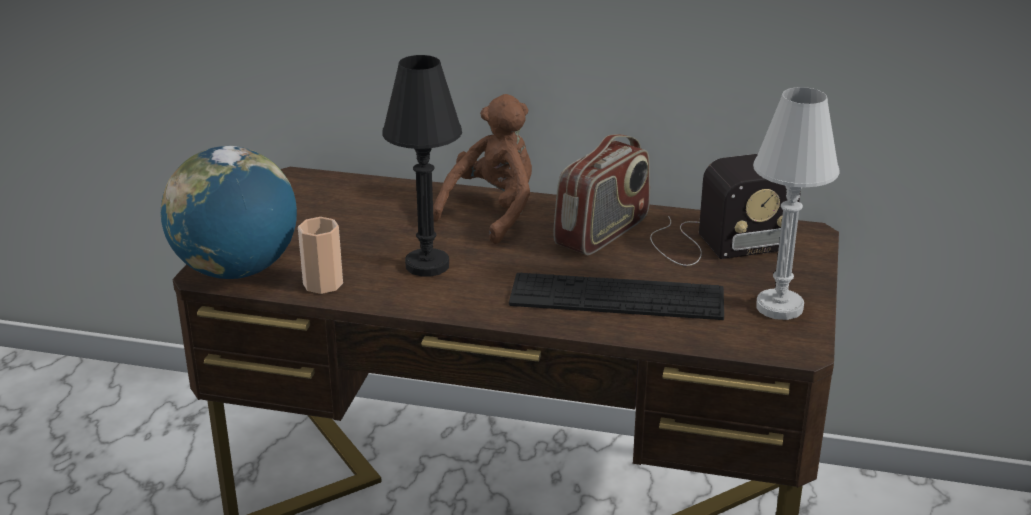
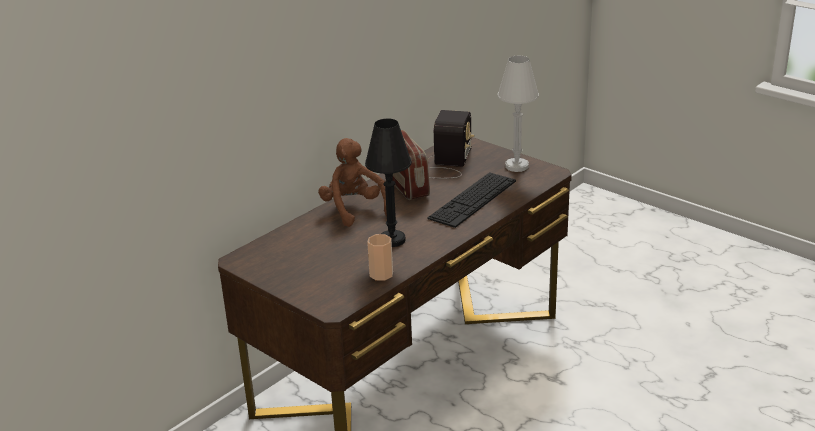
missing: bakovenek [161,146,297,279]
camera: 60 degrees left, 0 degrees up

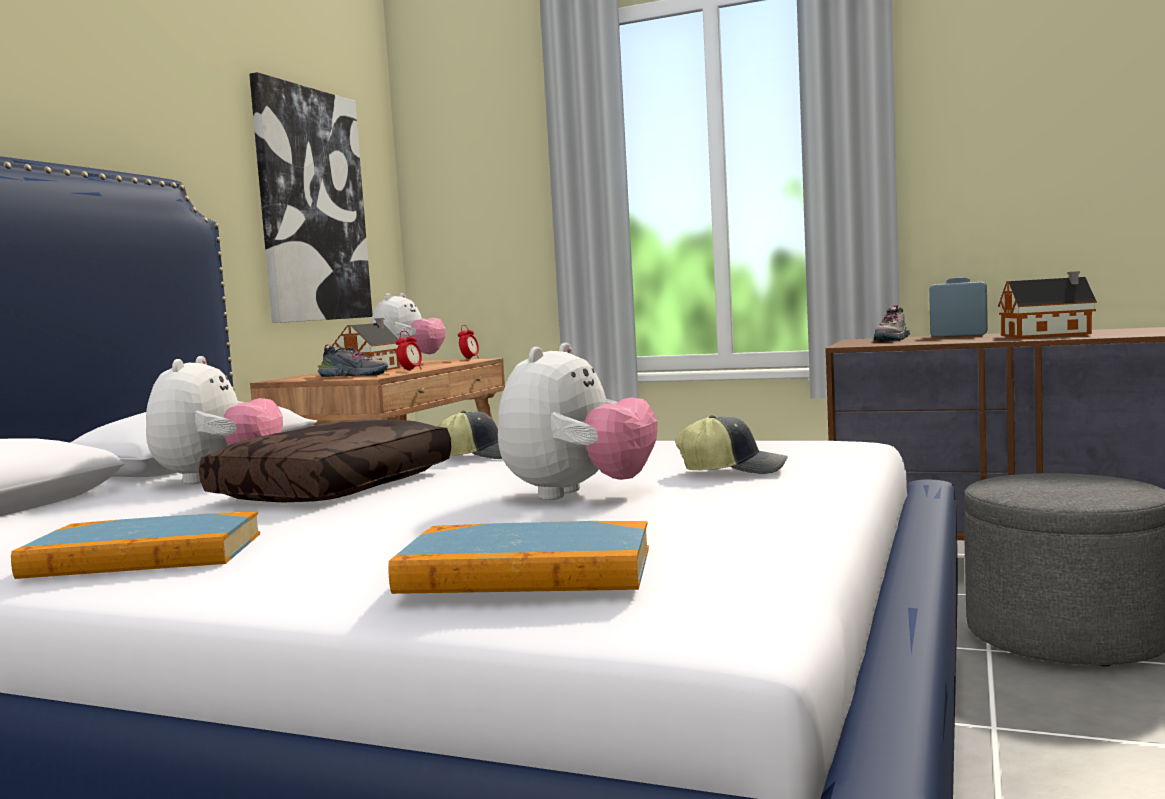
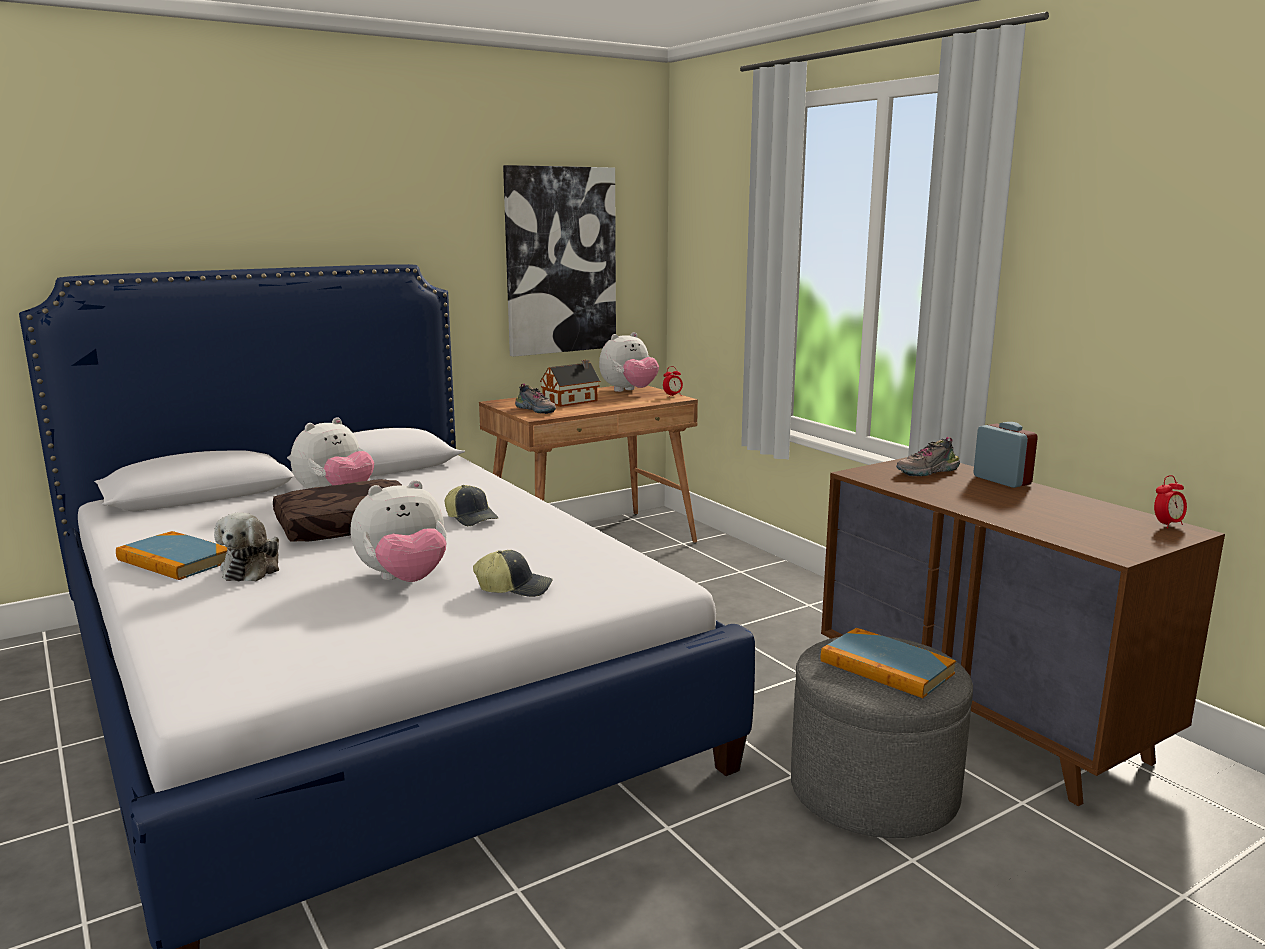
missing: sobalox [998,271,1097,338]
appeared: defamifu [214,512,279,581]
relocated: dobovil [388,521,649,594] to [821,628,956,698]; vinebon [396,331,422,371] to [1154,475,1187,528]
spun: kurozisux [675,415,788,474] = [473,550,553,597] 45 degrees counterclockwise
camera: 35 degrees right, 10 degrees up

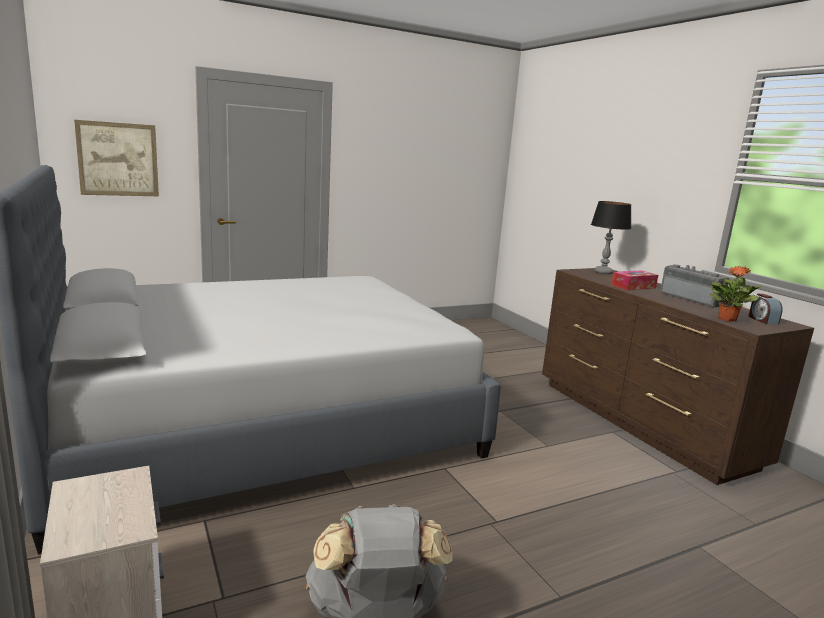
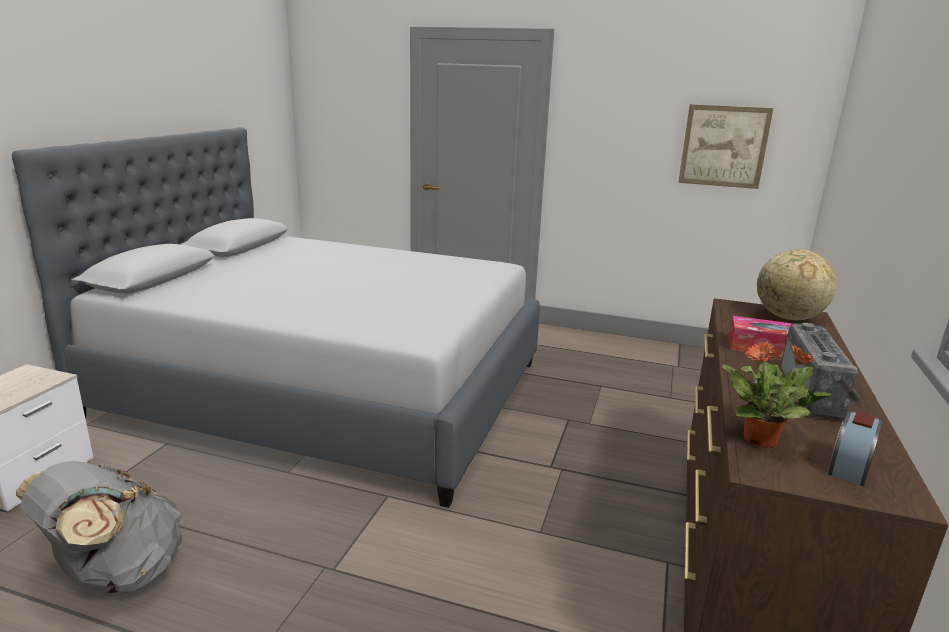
relocated: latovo [74,120,159,196] to [678,104,773,189]
exchanged: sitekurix [591,201,631,274] to bakovenek [757,249,837,320]
camera: 45 degrees right, 5 degrees up

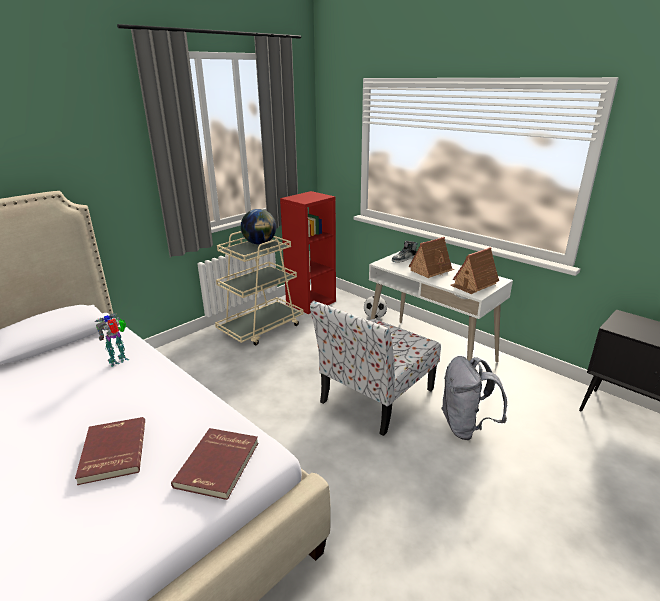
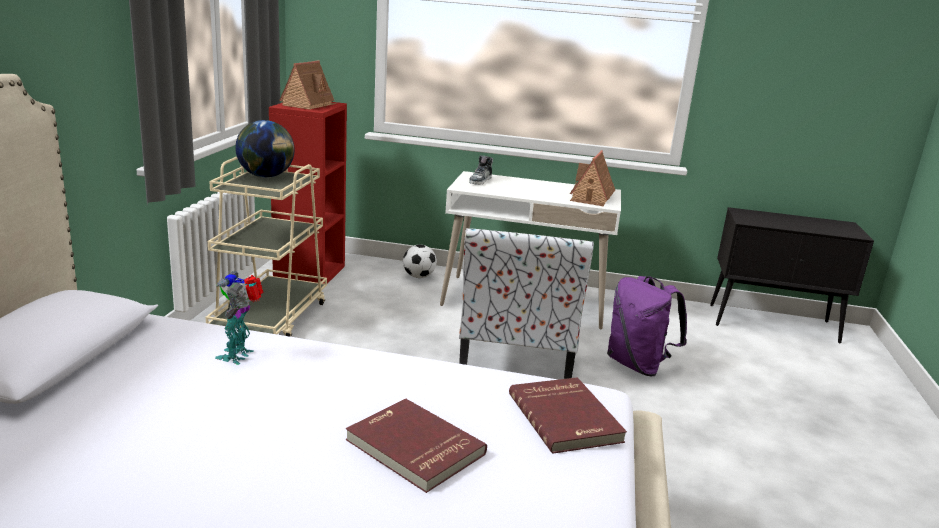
relocated: sobalox [409,237,454,278] to [279,61,336,110]
colour: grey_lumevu [441,356,507,440] to purple_lumevu [607,276,687,376]
camera: 35 degrees left, 5 degrees down

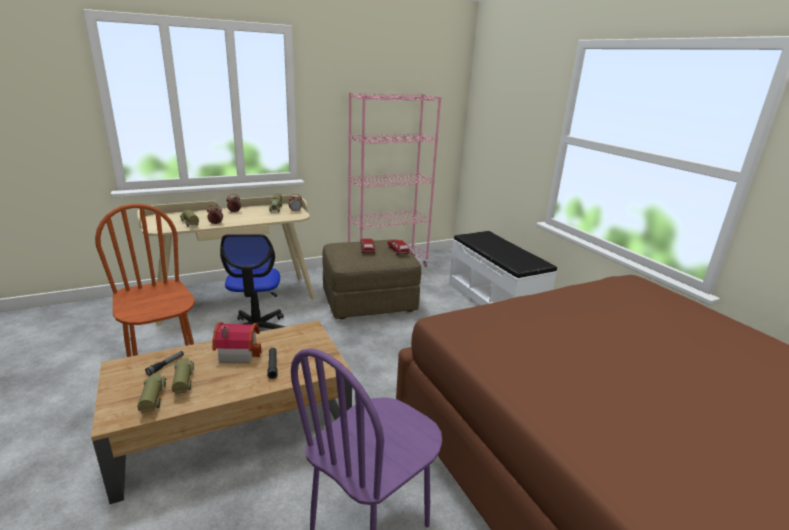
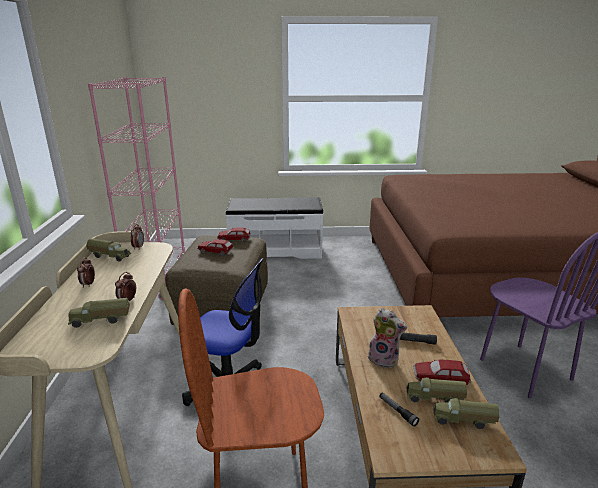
appeared: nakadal [414,359,471,385]
exchanged: sobalox [212,322,262,363] to defamifu [368,308,407,368]
camera: 65 degrees left, 0 degrees up

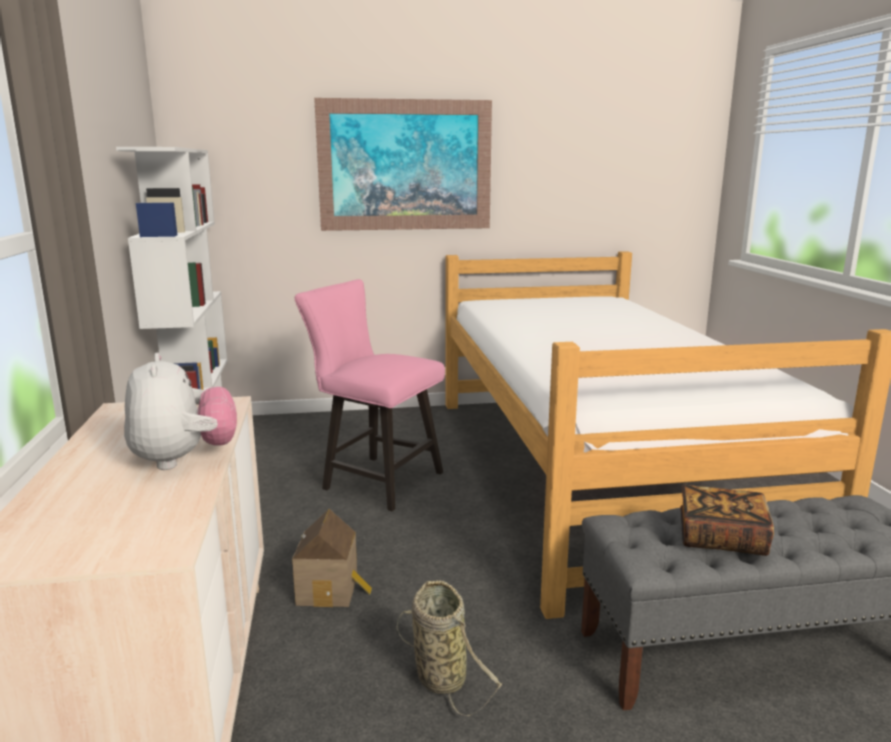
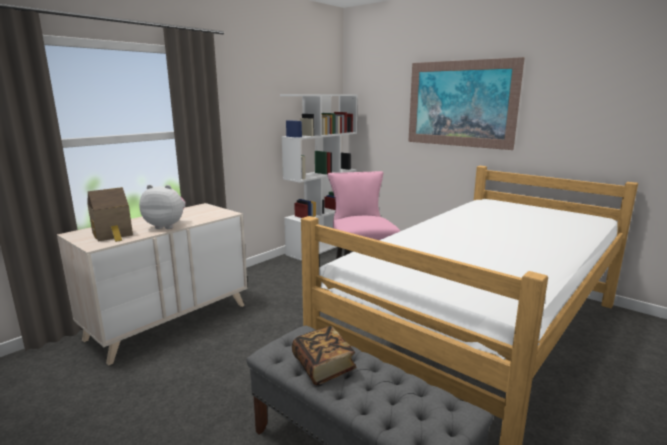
missing: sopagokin [397,580,503,717]
relocated: sobalox [292,509,372,607] to [87,187,133,242]
spun: defamifu [124,353,237,470] = [139,185,185,229] 120 degrees counterclockwise
camera: 50 degrees right, 0 degrees up

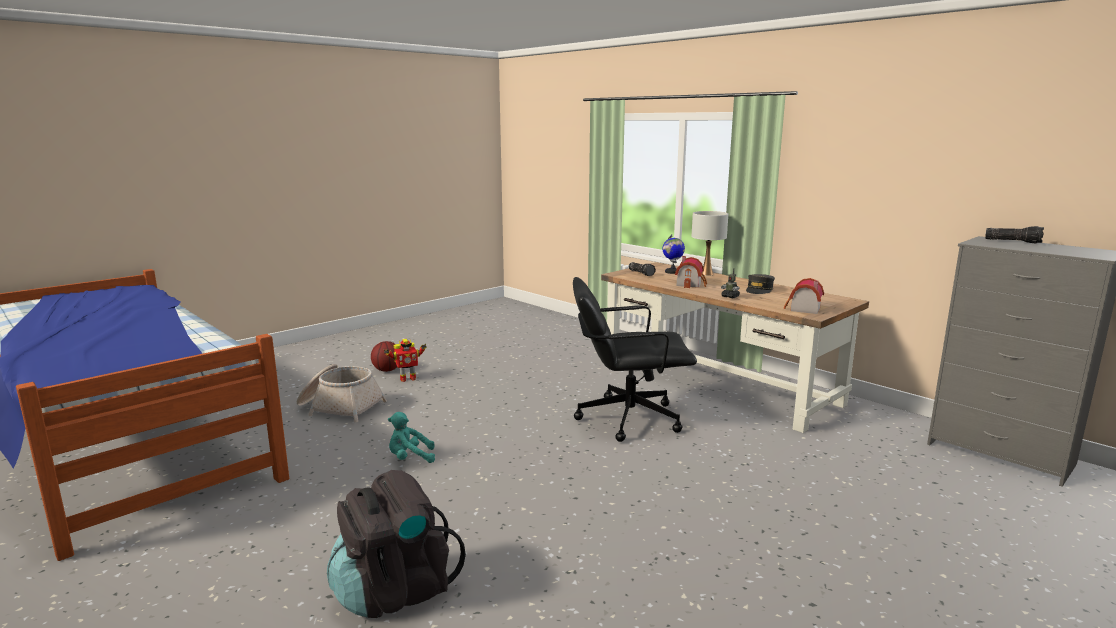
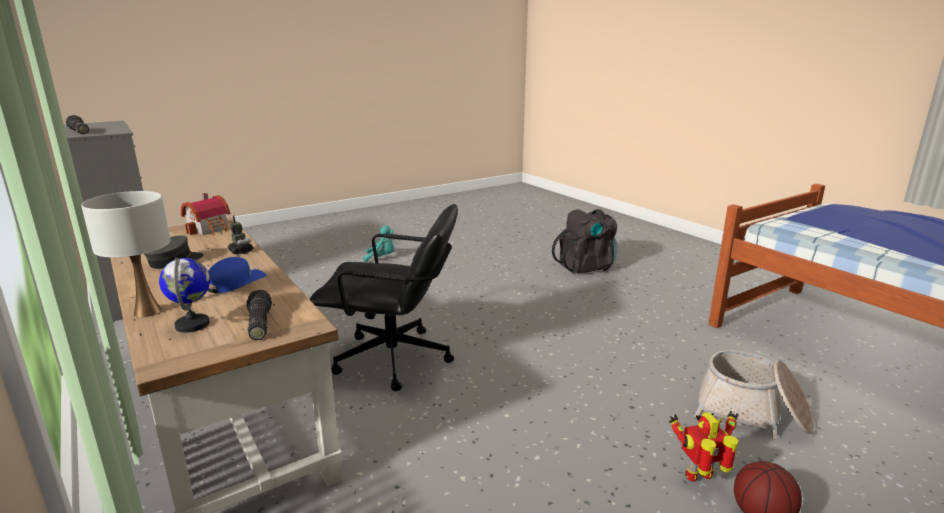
relocated: turquoise_defamifu [388,412,435,463] to [364,226,394,262]
exchanged: sobalox [675,256,707,288] to blue_kurozisux [207,257,267,293]
camera: 170 degrees left, 5 degrees up

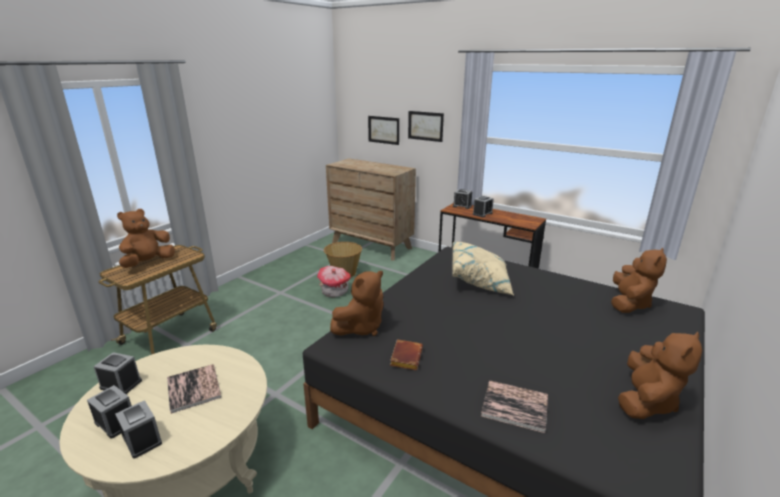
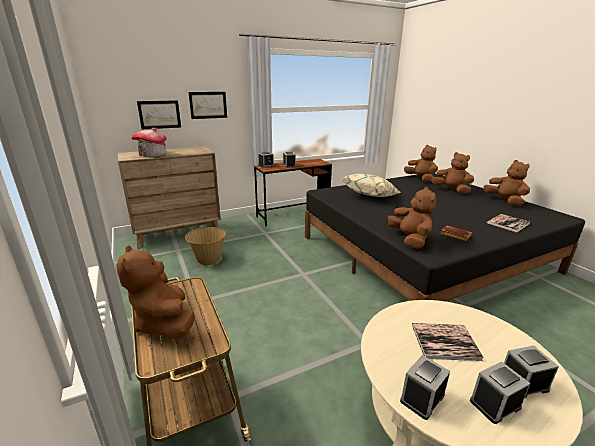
appeared: brown_defamifu [431,152,474,194]
relocated: sobalox [317,266,351,297] to [131,128,167,157]
camera: 60 degrees left, 0 degrees up

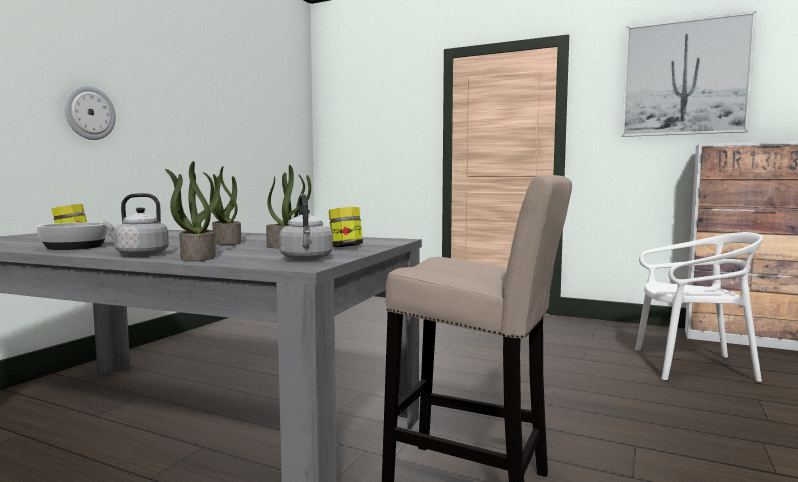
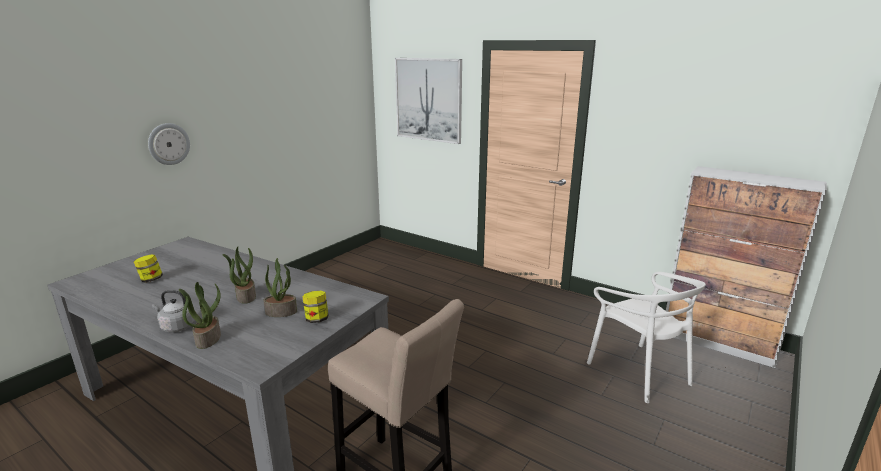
missing: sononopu [36,222,109,250]; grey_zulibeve [279,194,333,261]
relocated: latovo [622,11,756,137] to [395,58,462,144]
spun: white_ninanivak [635,232,763,382] = [587,272,706,403] 45 degrees clockwise
camera: 10 degrees right, 15 degrees up

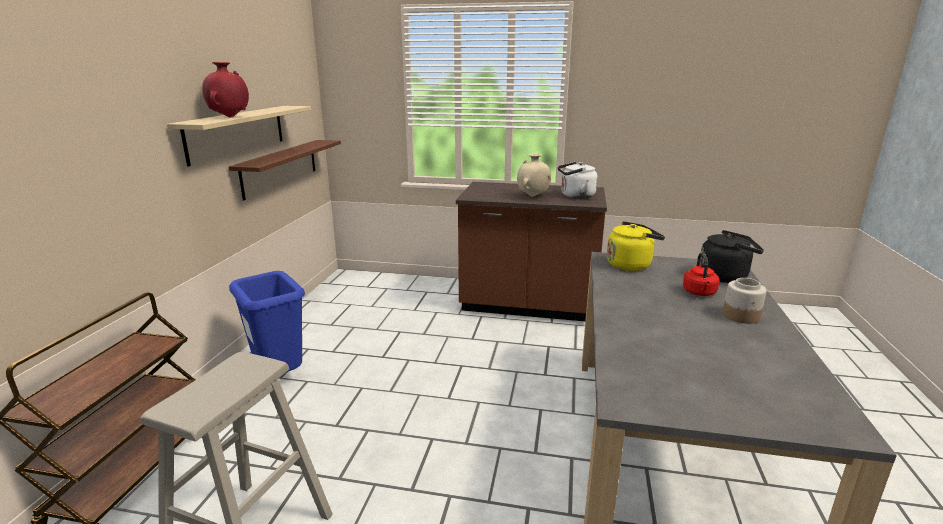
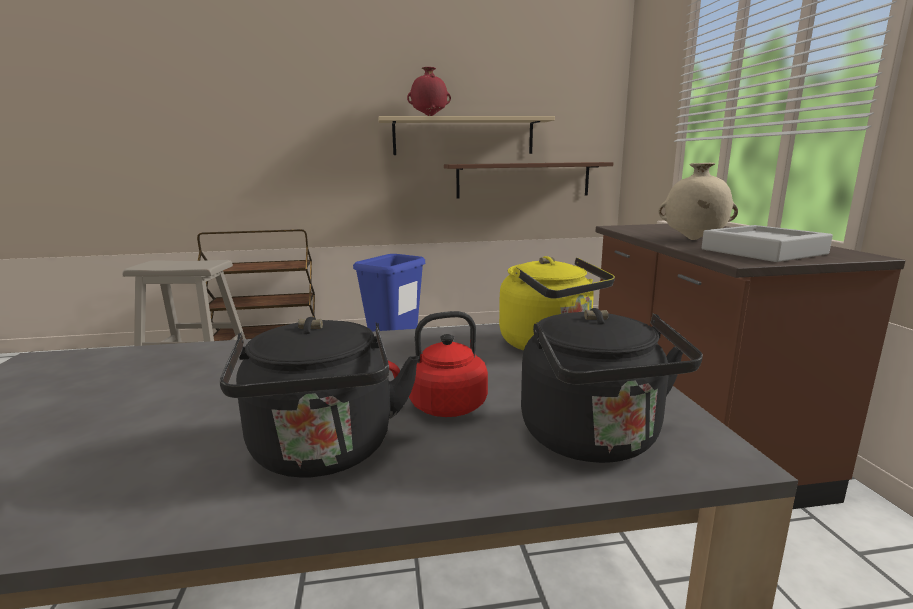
exchanged: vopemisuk [723,278,767,324] to black_zulibeve [220,317,419,478]; white_zulibeve [558,162,597,199] to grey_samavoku [702,225,833,262]
camera: 70 degrees right, 5 degrees down

